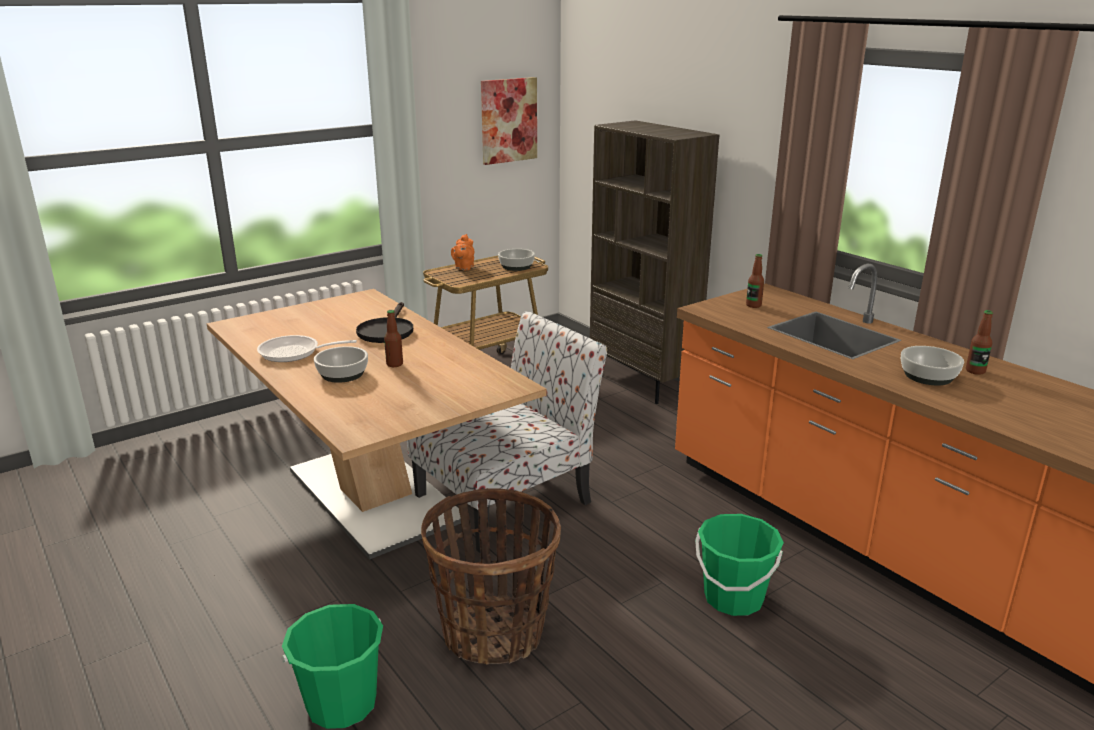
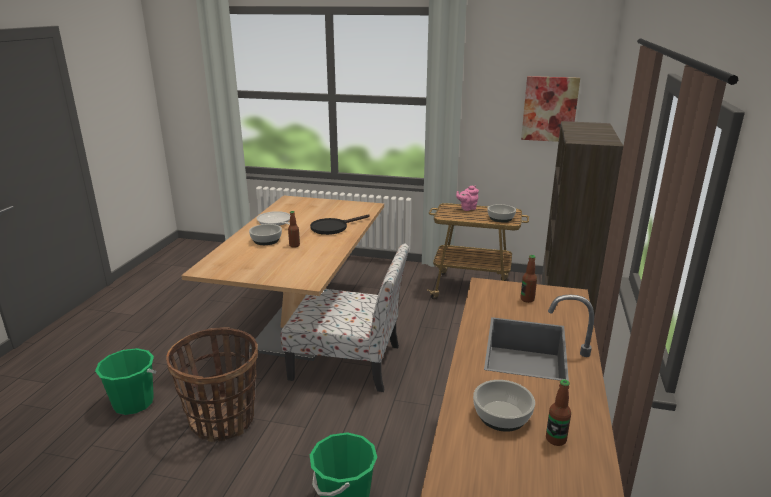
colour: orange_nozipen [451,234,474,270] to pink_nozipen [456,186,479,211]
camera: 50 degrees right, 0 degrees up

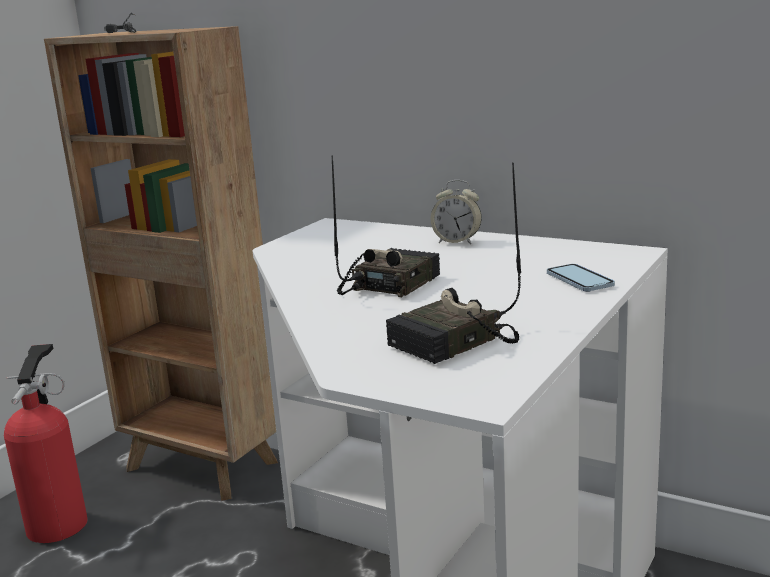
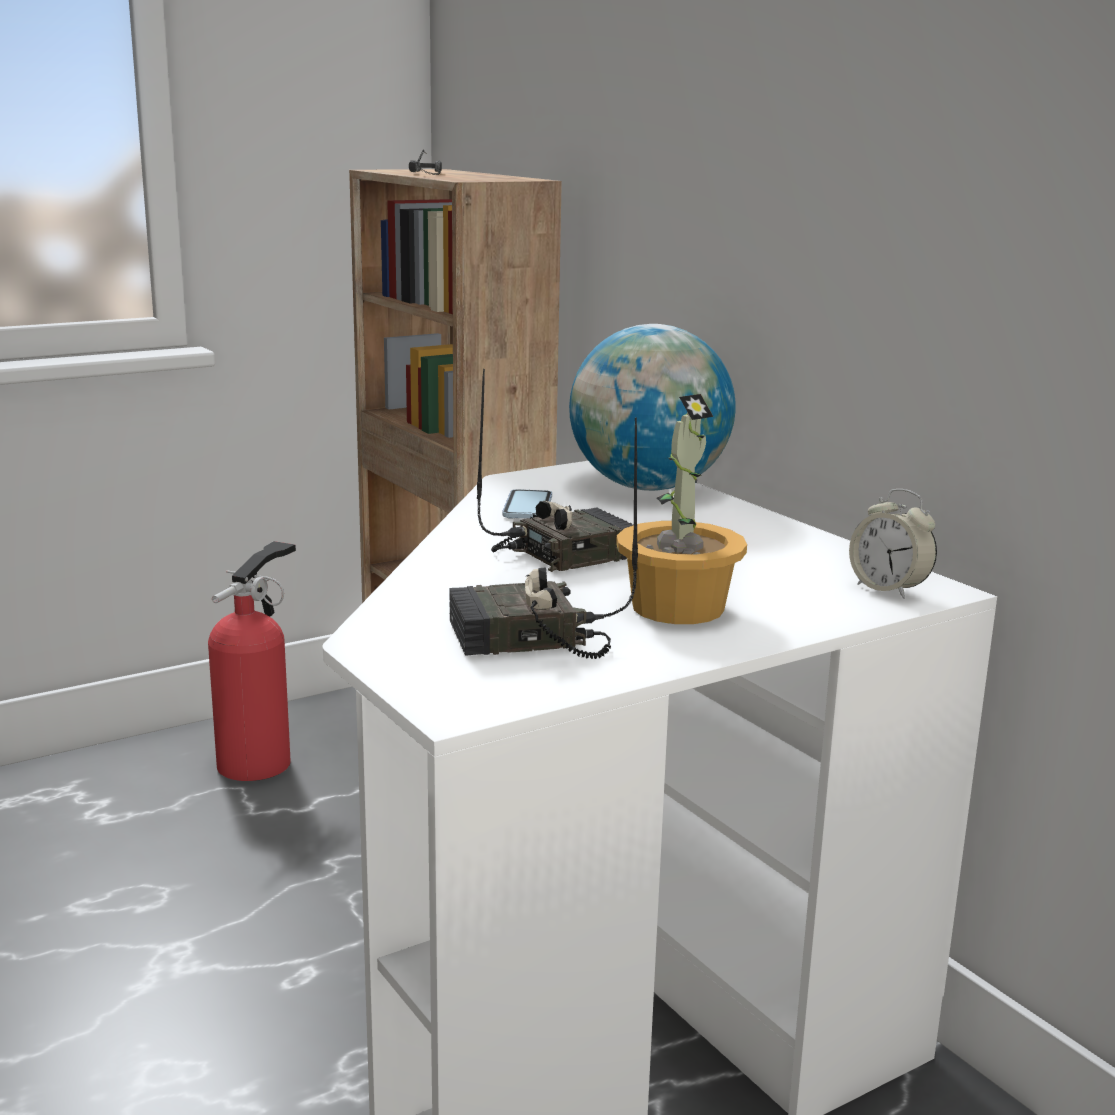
appeared: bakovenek [569,324,735,491]; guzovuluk [616,394,747,624]
relocated: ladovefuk [547,264,615,292] to [502,489,552,519]; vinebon [431,180,482,244] to [849,489,937,599]
camera: 25 degrees right, 0 degrees up

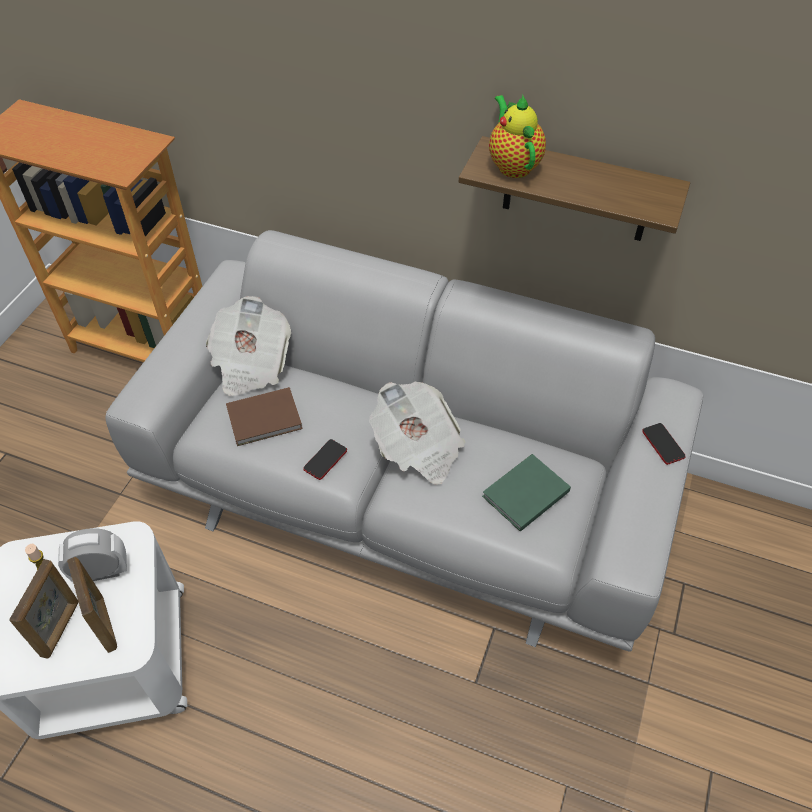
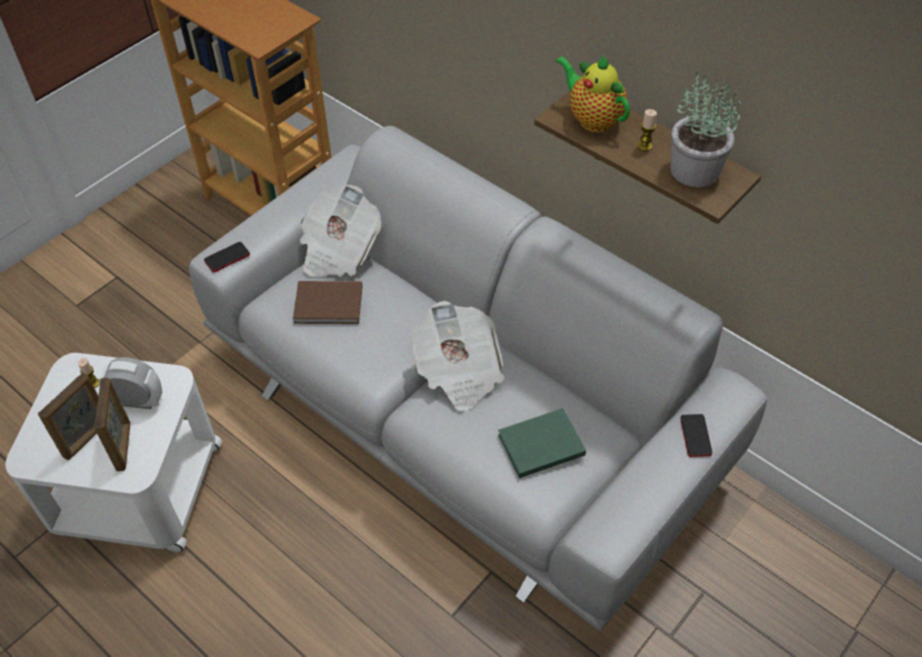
appeared: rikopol [638,109,657,151]; guzovuluk [670,72,741,187]
relocated: ladovefuk [303,439,347,480] to [204,242,250,272]
spun: nozipen [489,95,546,178] = [555,54,630,132] 45 degrees counterclockwise
camera: 20 degrees right, 0 degrees up

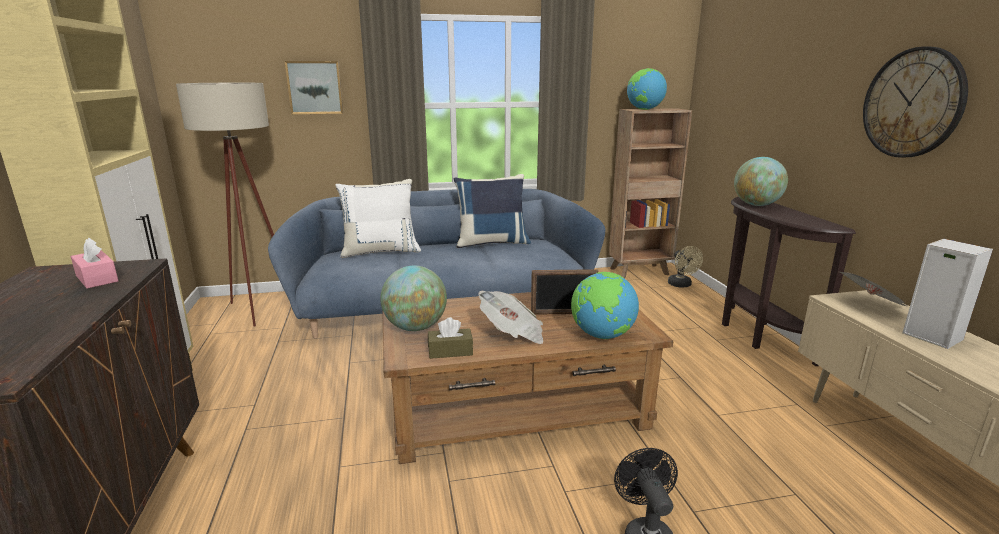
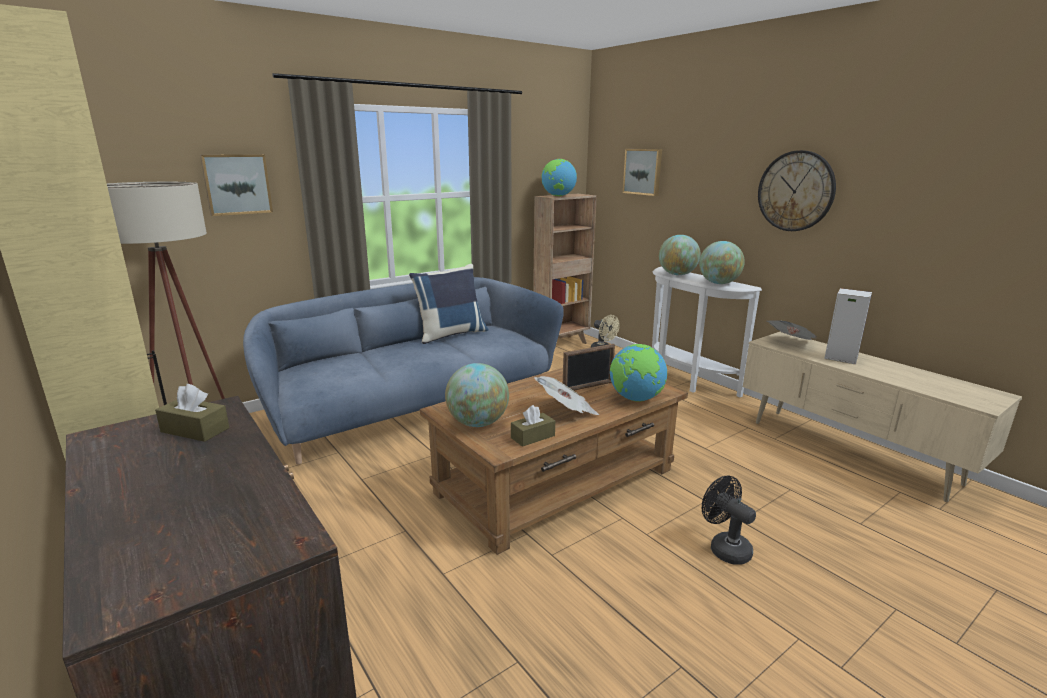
missing: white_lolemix [335,179,421,258]
appeared: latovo [623,149,662,196]; bakovenek [699,241,745,284]
colour: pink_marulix [70,238,119,289] to brown_marulix [155,384,229,442]; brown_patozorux [722,197,856,366] to white_patozorux [652,266,762,397]
camera: 25 degrees left, 0 degrees up

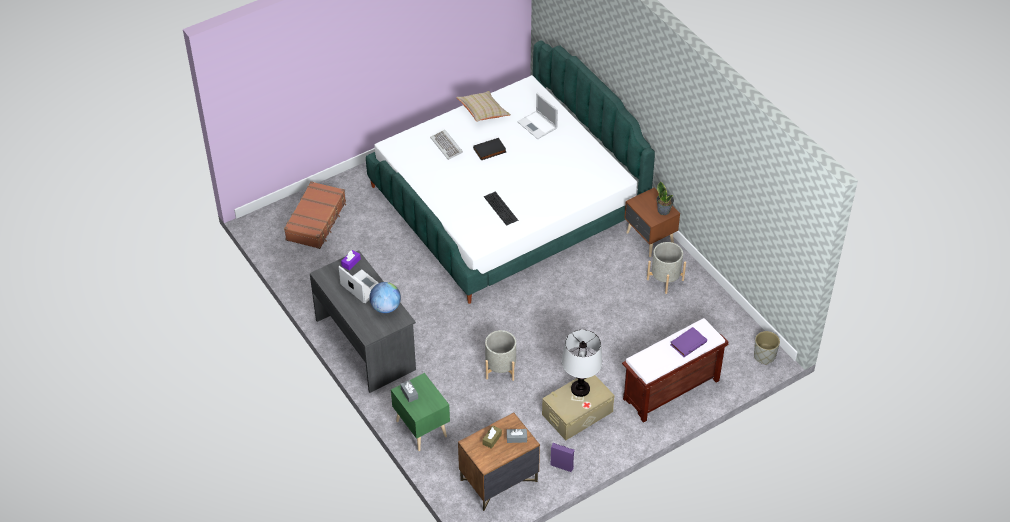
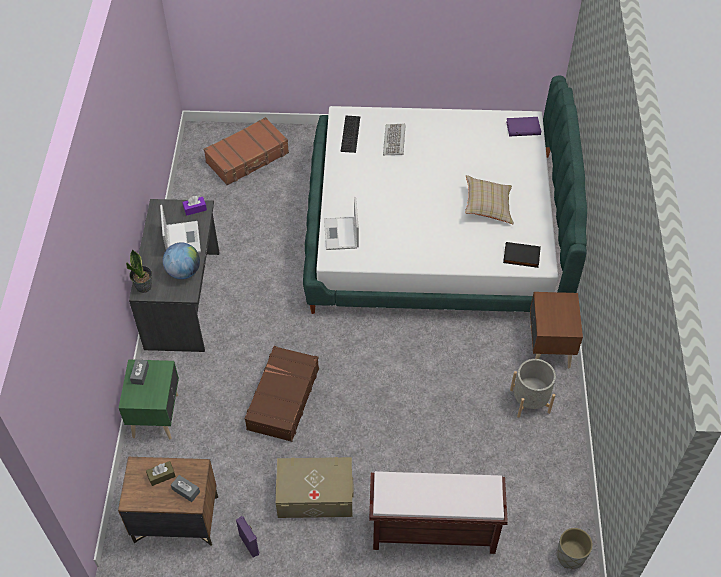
missing: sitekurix [562,330,602,397]
relocated: guzovuluk [656,182,674,215] to [126,249,152,293]; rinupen [517,93,558,139] to [324,197,359,250]; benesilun [484,191,518,226] to [341,116,360,153]; beige_lolemix [456,91,511,122] to [465,175,514,224]; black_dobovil [473,138,506,160] to [503,242,541,268]; purple_dobovil [670,327,707,357] to [506,117,541,136]
exchanged: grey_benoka [485,330,516,381] to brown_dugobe [244,346,319,442]
camera: 35 degrees right, 5 degrees up

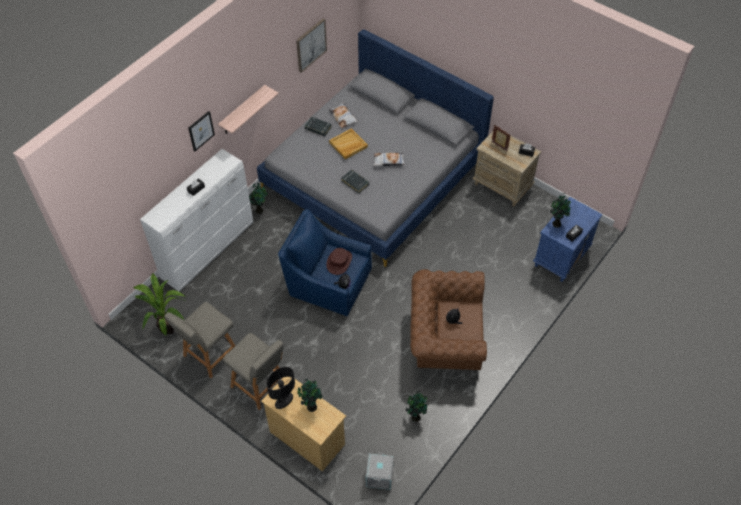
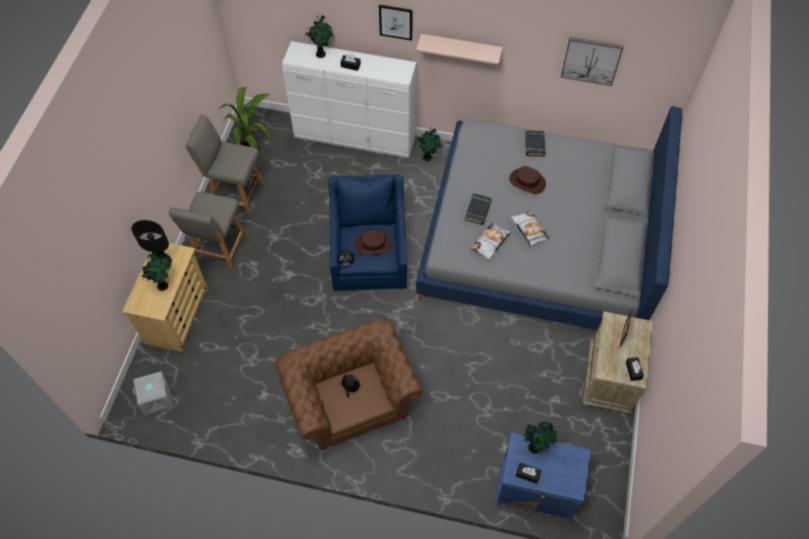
relocated: guzovuluk [405,391,427,422] to [305,14,334,58]; lolemix [329,103,357,128] to [471,223,511,260]
exchanged: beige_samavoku [329,128,368,159] to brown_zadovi [509,166,546,194]
camera: 65 degrees right, 5 degrees up

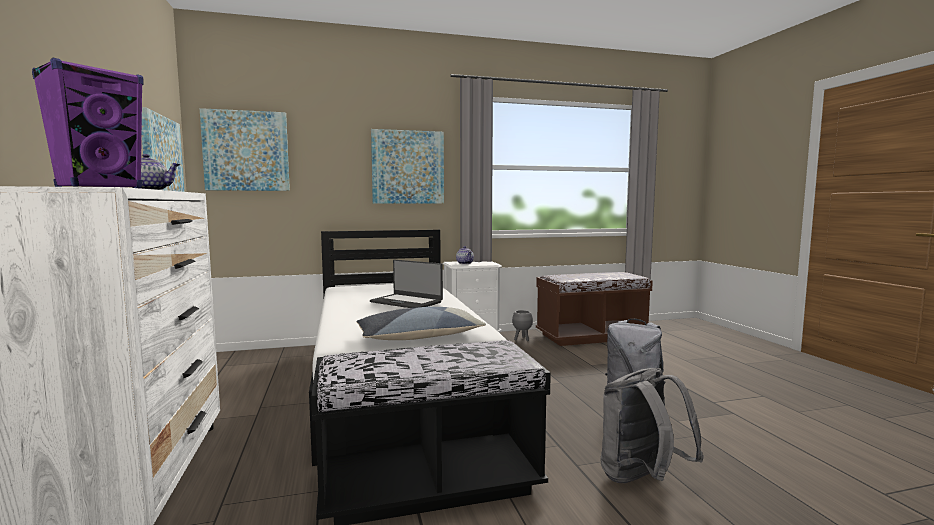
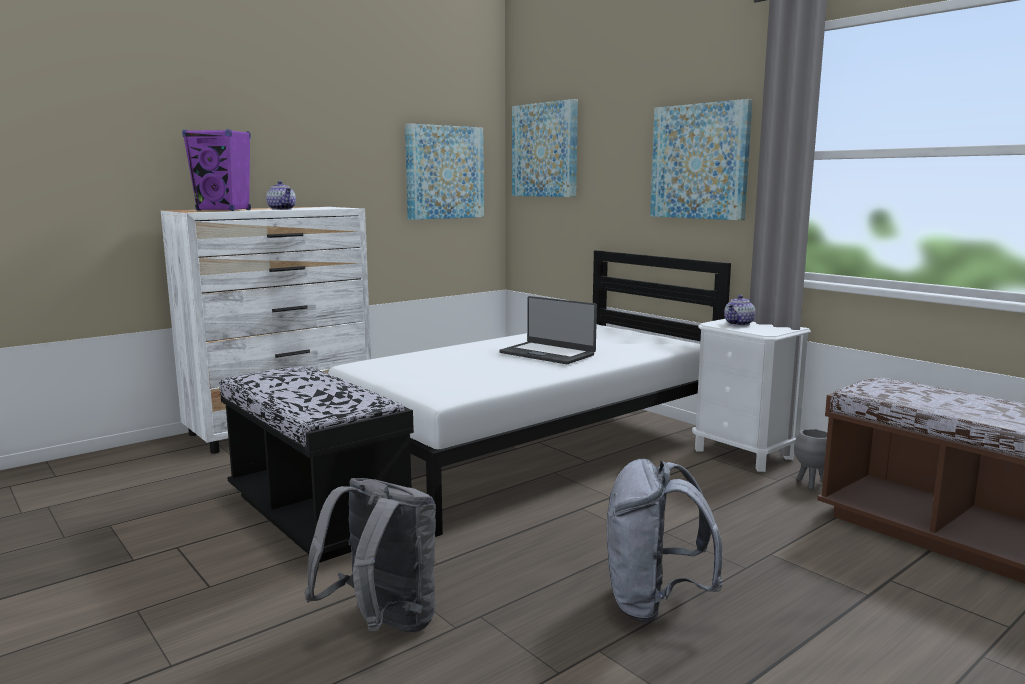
missing: lolemix [356,307,486,340]
spun: rinupen [370,260,443,308] = [499,296,597,364] 60 degrees counterclockwise
camera: 65 degrees right, 5 degrees up

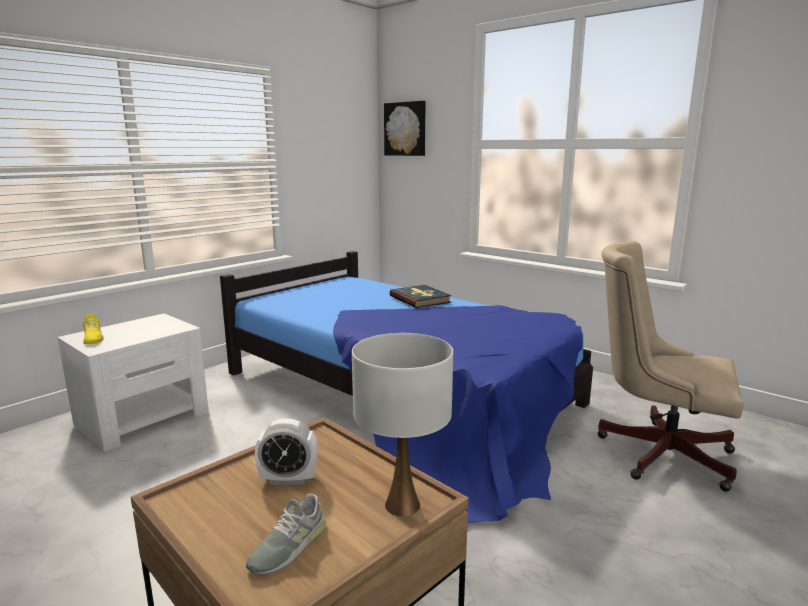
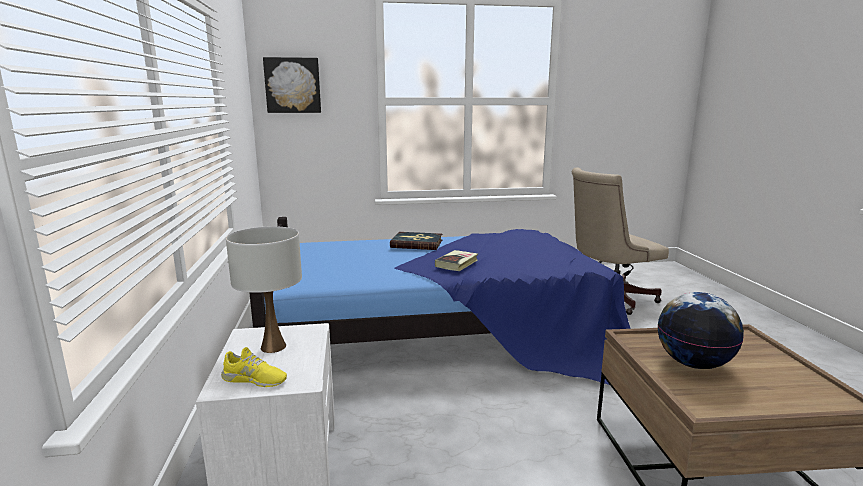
missing: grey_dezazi [246,494,326,575]
appeared: dobovil [435,250,478,271]
relocated: white_sitekurix [352,333,453,516] to [226,226,302,353]
exchanged: vinebon [255,418,318,485] to bakovenek [658,292,744,369]
camera: 50 degrees left, 0 degrees up

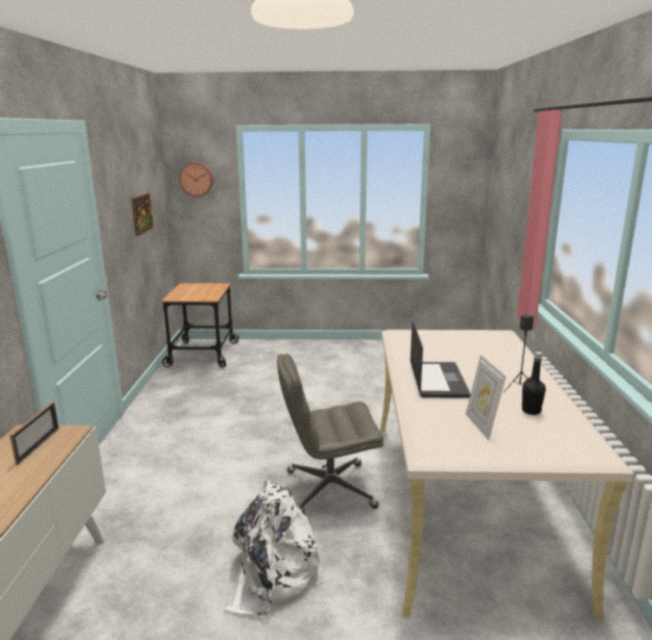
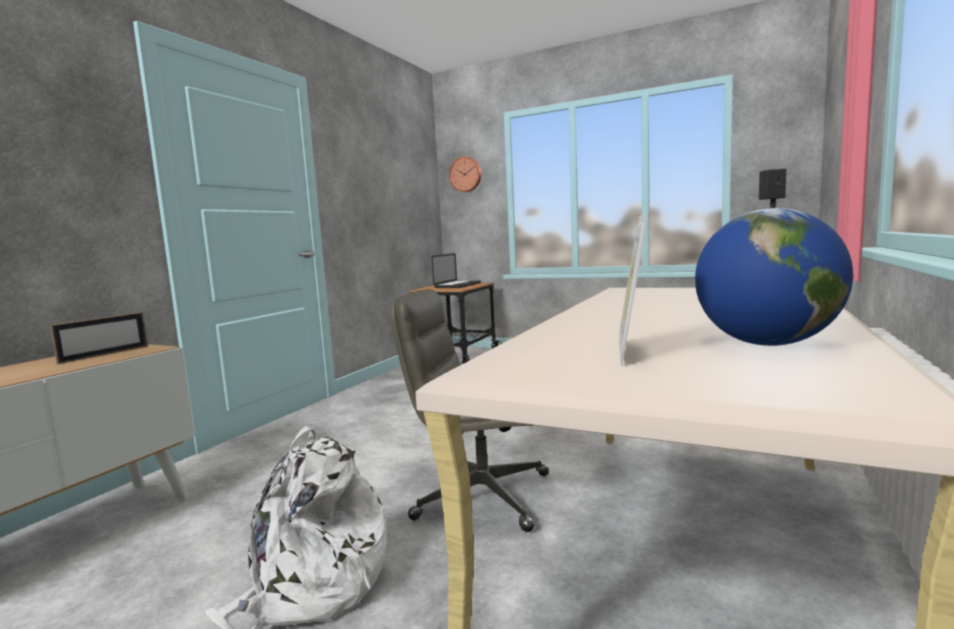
missing: latovo [132,193,153,236]
relocated: rinupen [410,321,470,398] to [432,253,481,288]
exchanged: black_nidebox [522,352,546,415] to bakovenek [695,208,853,346]
camera: 25 degrees right, 10 degrees down

